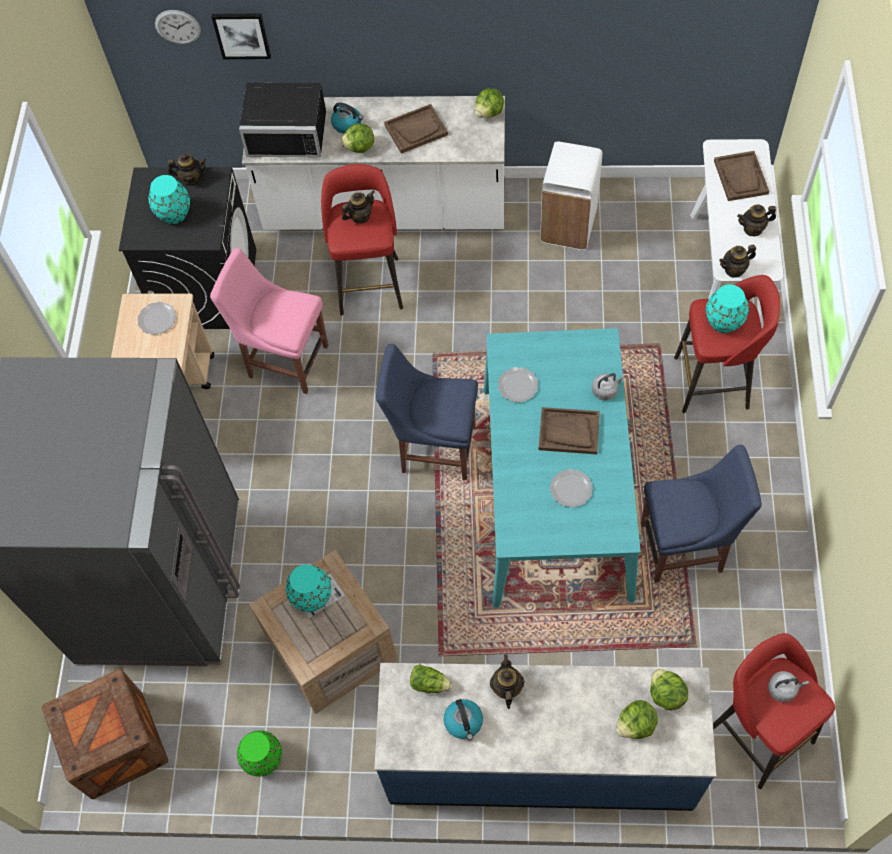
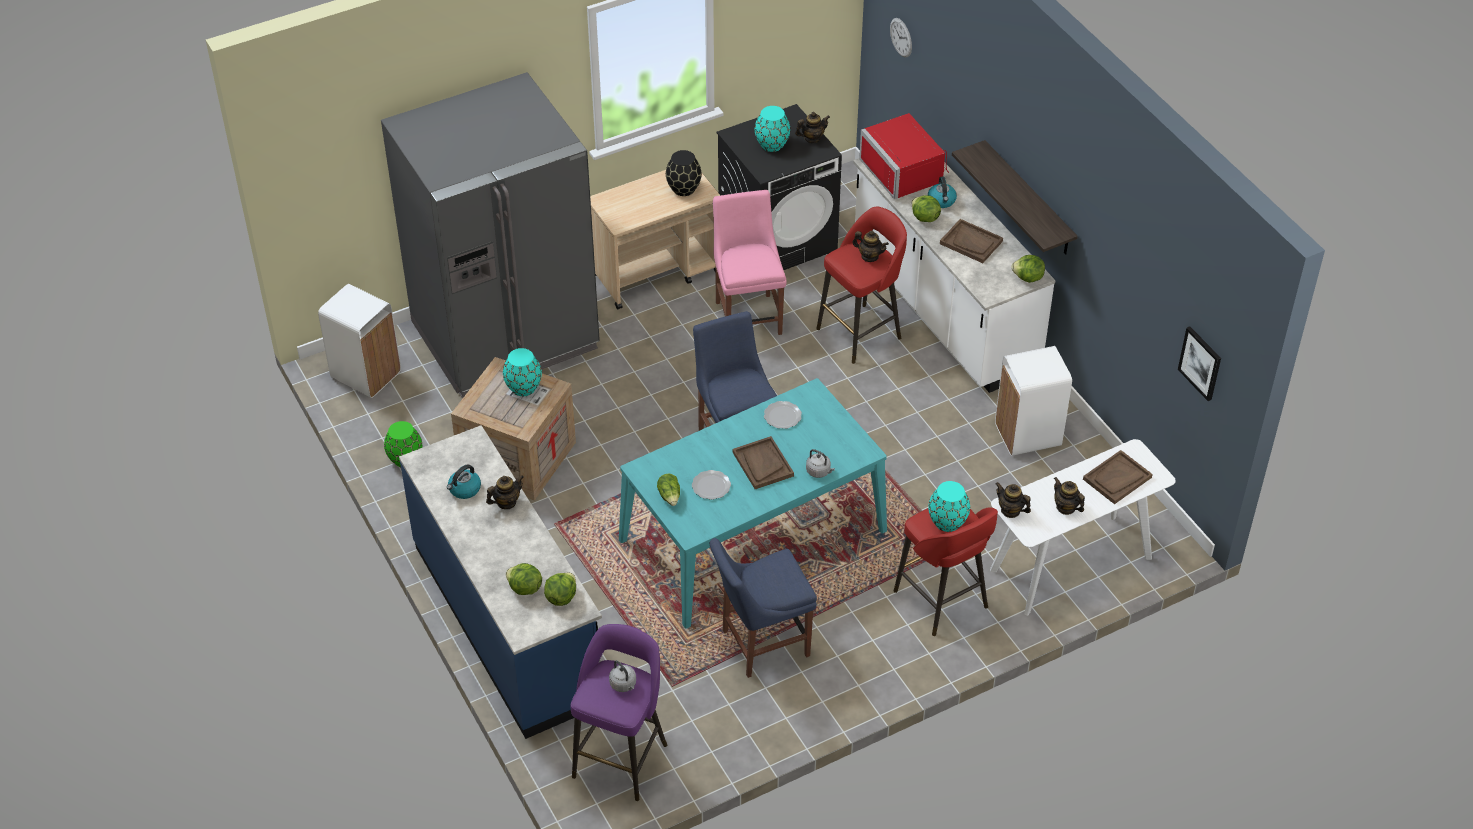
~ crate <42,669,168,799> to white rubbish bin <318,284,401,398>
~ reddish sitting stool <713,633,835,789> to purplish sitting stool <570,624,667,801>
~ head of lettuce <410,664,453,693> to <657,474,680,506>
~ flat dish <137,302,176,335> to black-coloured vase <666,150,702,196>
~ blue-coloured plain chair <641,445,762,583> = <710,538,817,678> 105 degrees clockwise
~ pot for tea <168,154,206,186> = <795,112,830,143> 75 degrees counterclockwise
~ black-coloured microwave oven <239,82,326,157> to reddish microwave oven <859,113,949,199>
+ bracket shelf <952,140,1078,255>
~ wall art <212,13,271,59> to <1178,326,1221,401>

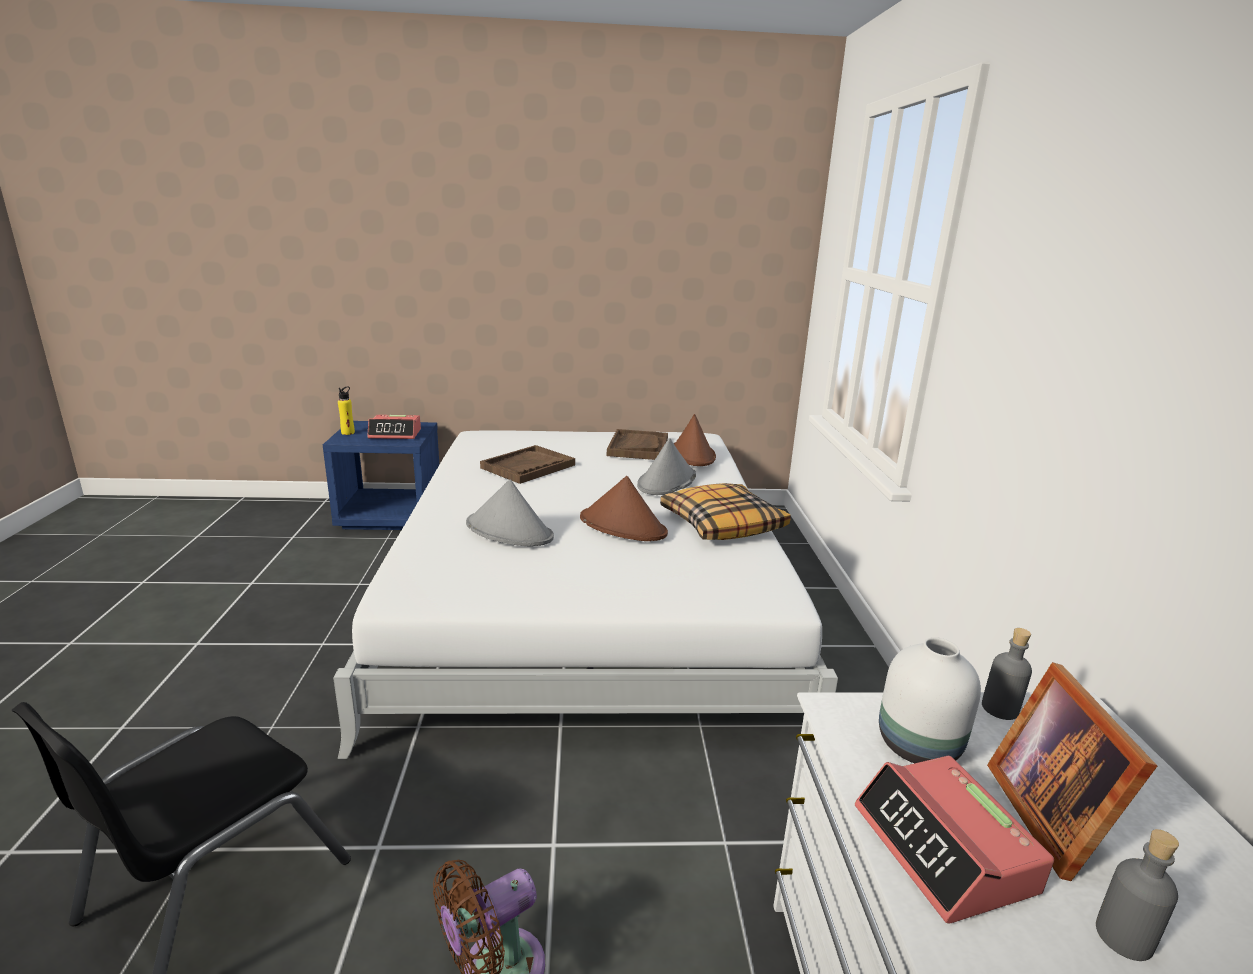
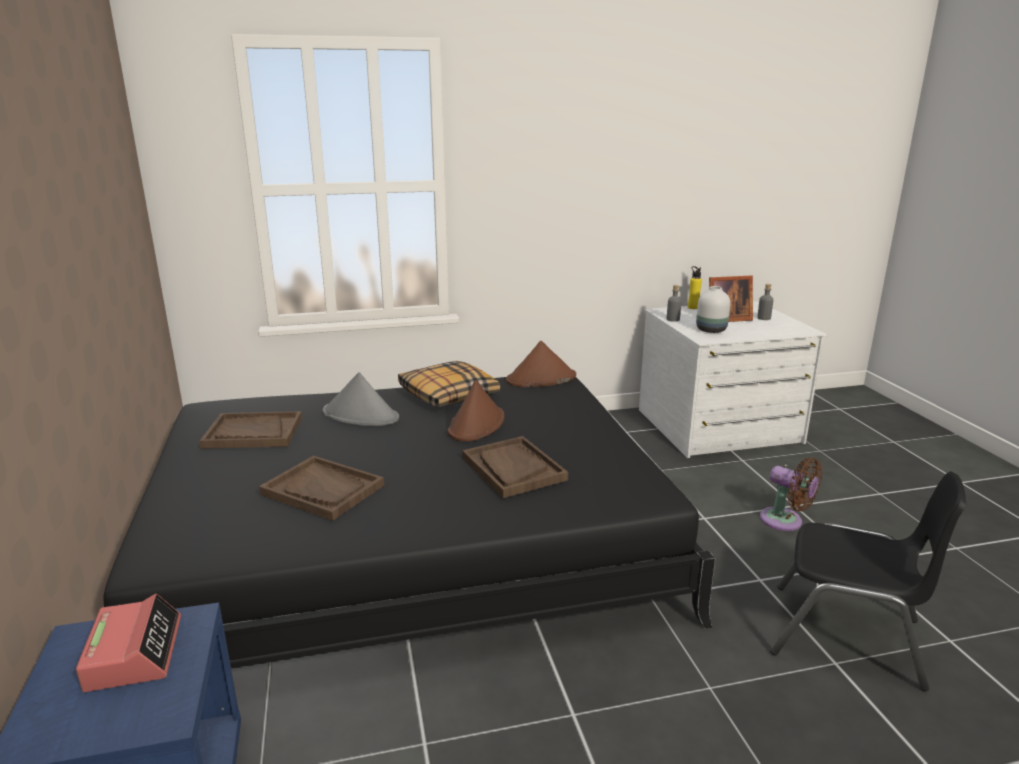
~ white bedroom bed <333,430,838,759> to black-coloured bedroom bed <103,377,715,668>
~ grey clothing hat <466,479,554,547> to brownish serving tray <462,436,568,498>
~ brownish clothing hat <674,414,716,466> to <506,341,576,387>
~ yellowish bottle <338,386,355,435> to <688,266,702,309>
- table clock <855,756,1054,924>

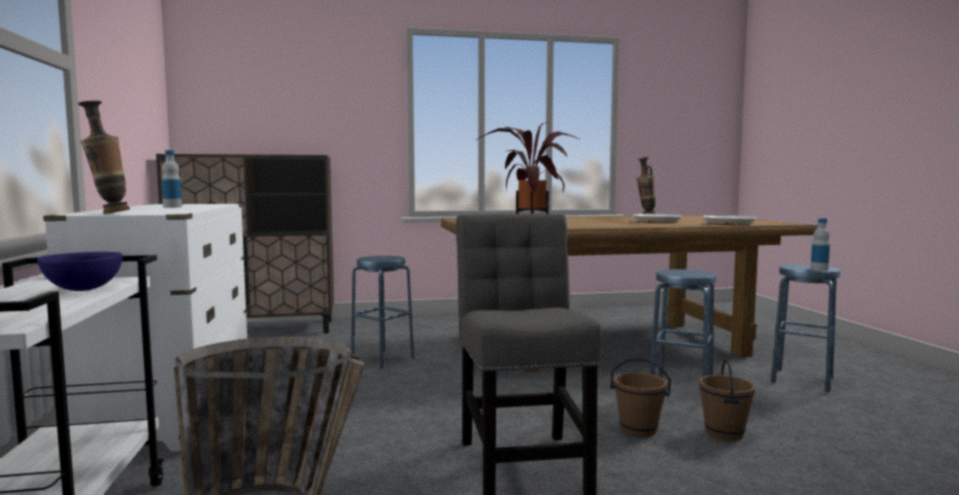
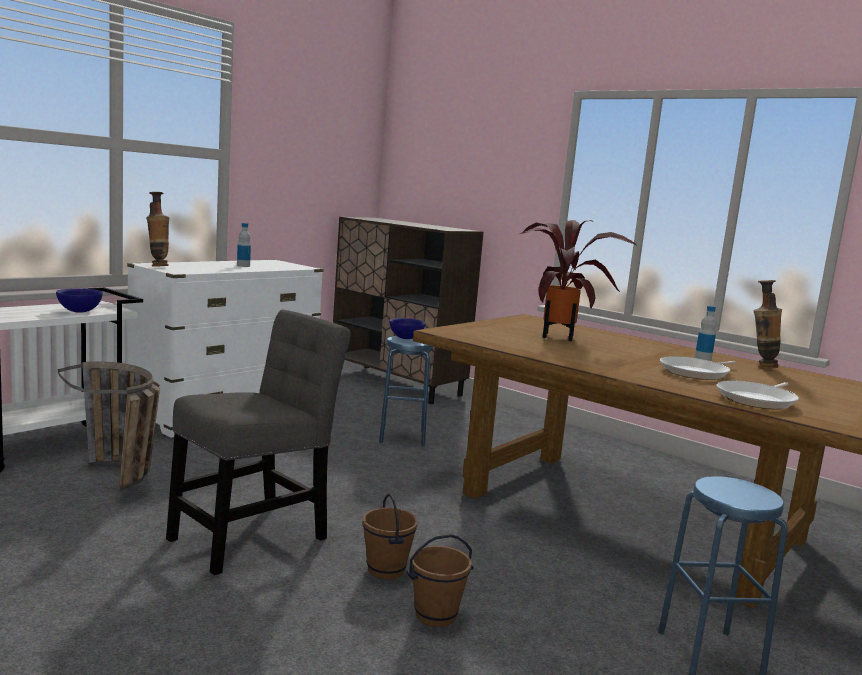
+ blue-coloured bowl <389,318,426,339>
~ bottle <811,218,830,271> to <695,306,717,361>
- blue-coloured sitting stool <650,269,716,378>

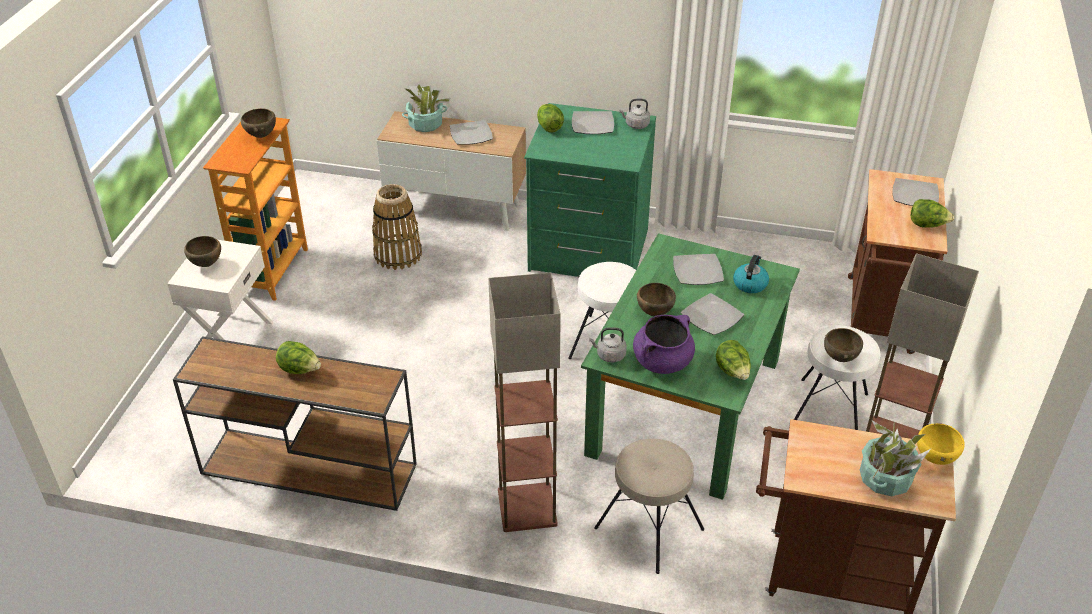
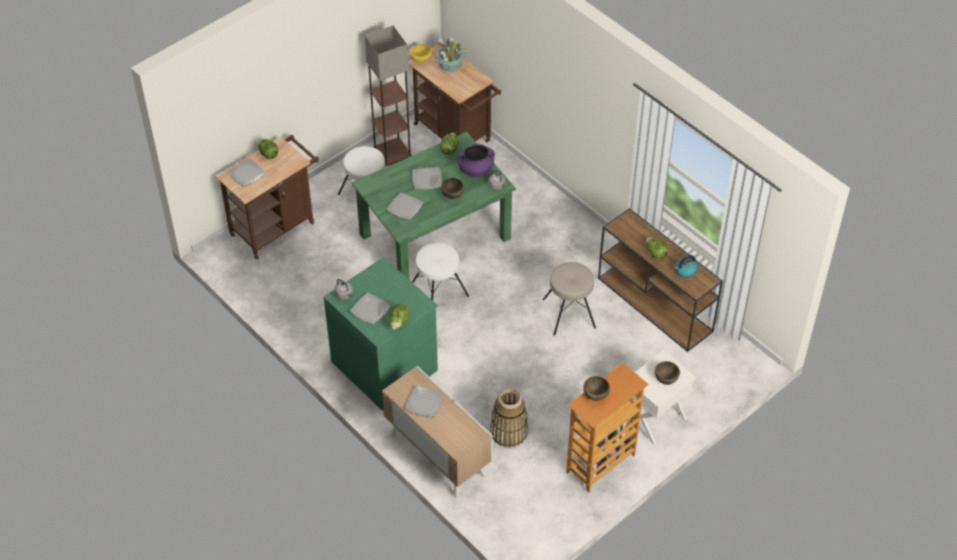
~ beige sitting stool <594,439,704,574> to <543,262,596,336>
~ tea kettle <733,255,769,293> to <675,255,698,278>
- plant in a pot <402,84,450,132>
- floor lamp <488,273,561,532>
- brownish bowl <824,328,863,362>

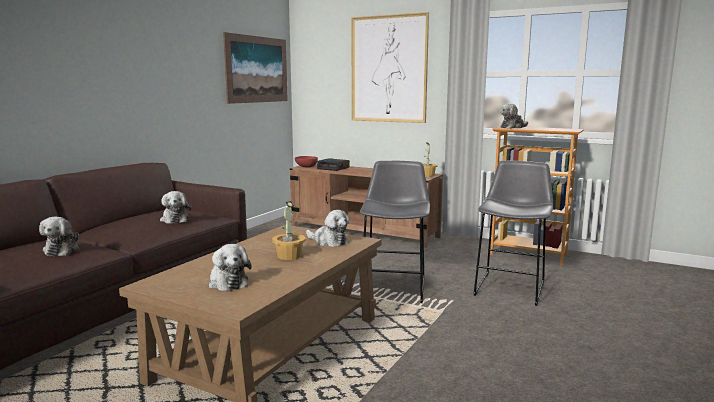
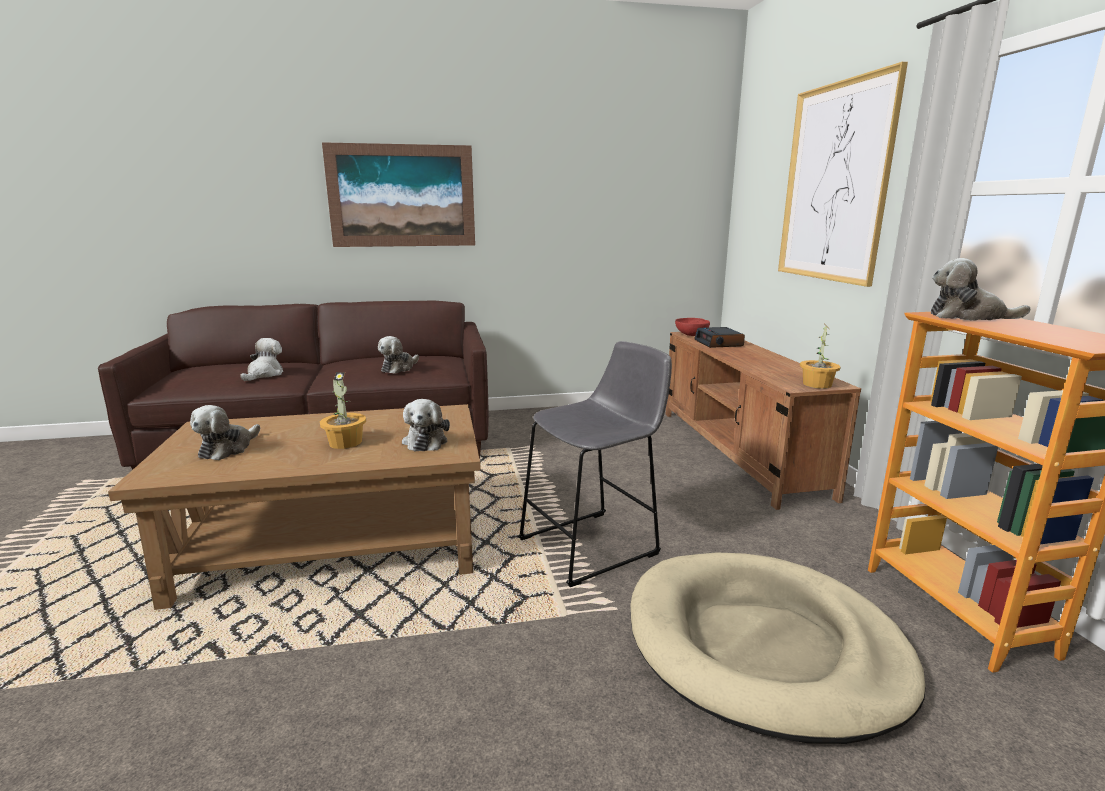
~ soft toy <39,217,79,256> = <240,338,283,381> 150 degrees clockwise
~ wall art <223,32,288,104> to <322,142,475,247>
~ grey sitting stool <474,161,553,306> to beige dog cushion <631,552,925,744>

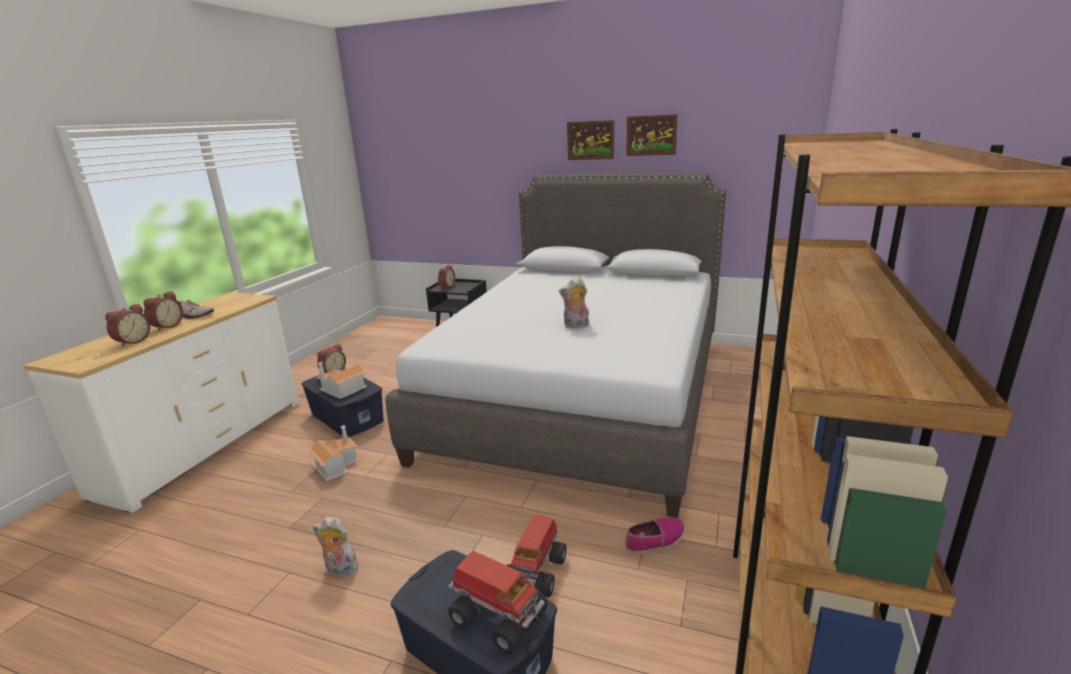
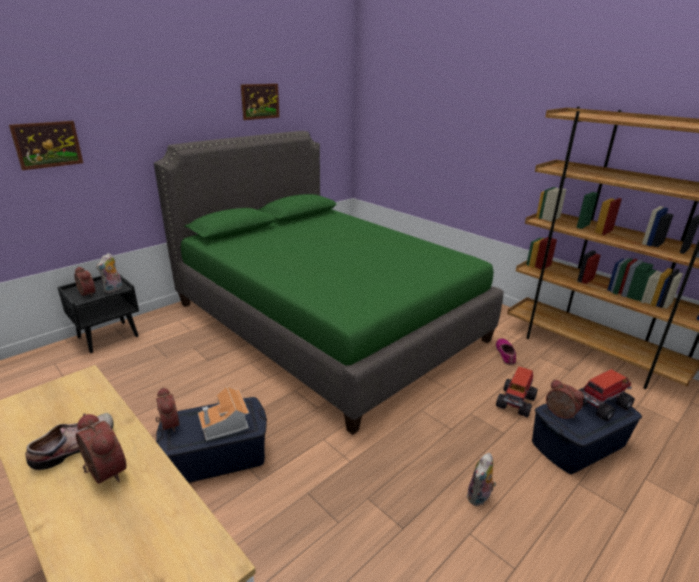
~ wall art <567,120,614,160> to <9,121,83,170>
~ soft toy <559,278,589,329> to <96,253,123,293>
~ grey bedroom bed <385,173,726,518> to green bedroom bed <154,131,503,435>
~ toy lorry <506,515,567,597> = <496,366,538,417> 75 degrees clockwise
~ table clock <105,303,150,347> to <546,379,584,419>
- miniature house <308,425,359,481>

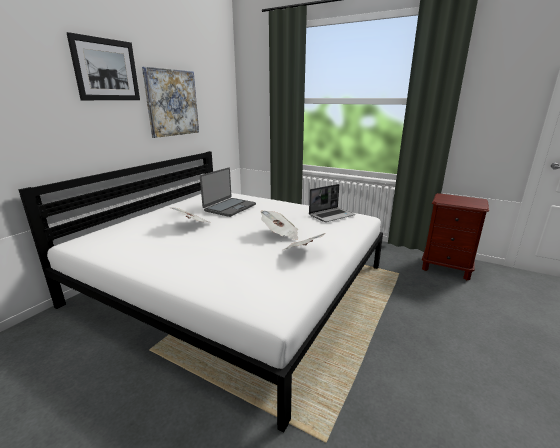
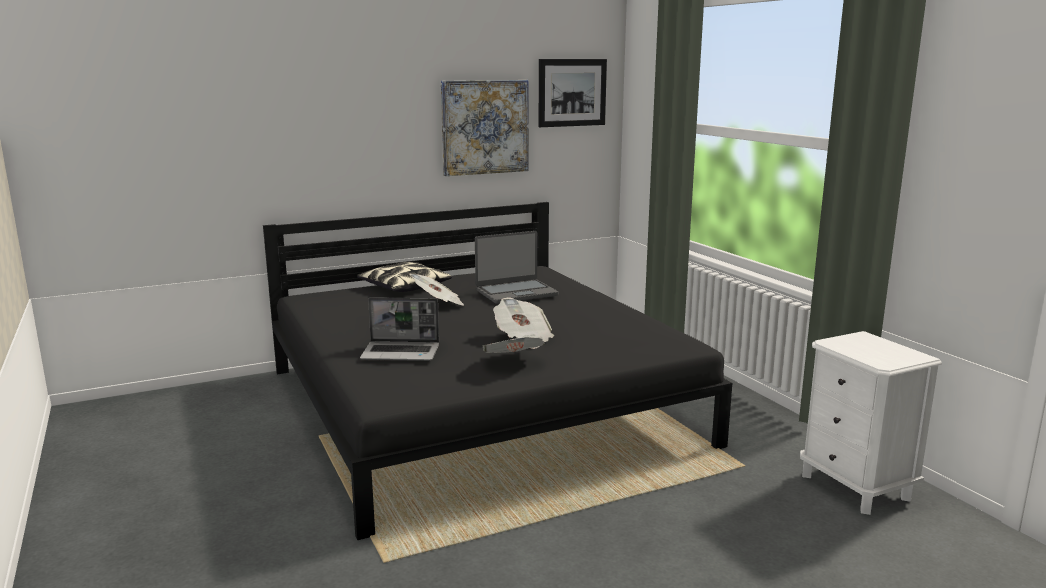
~ white bedroom bed <18,151,383,433> to black-coloured bedroom bed <263,202,732,540>
+ throw pillow <357,262,452,292>
~ laptop <309,184,355,222> to <360,297,439,361>
~ wall art <67,32,140,100> to <539,59,607,127>
~ brownish nightstand <422,193,489,280> to white nightstand <800,331,942,515>

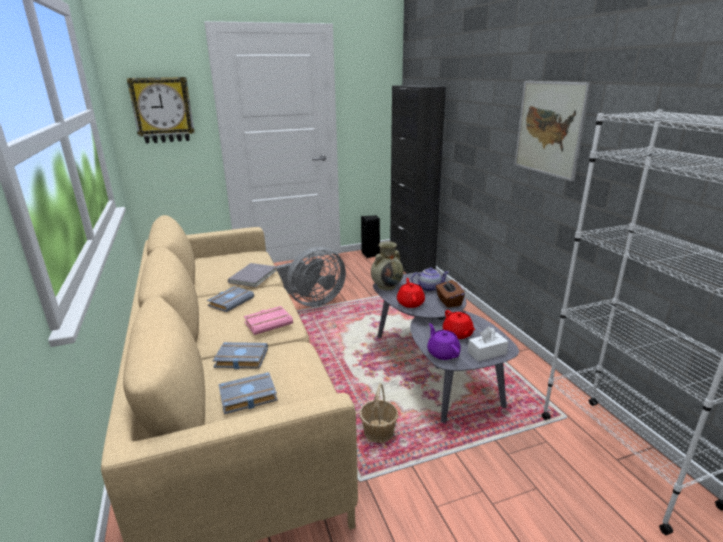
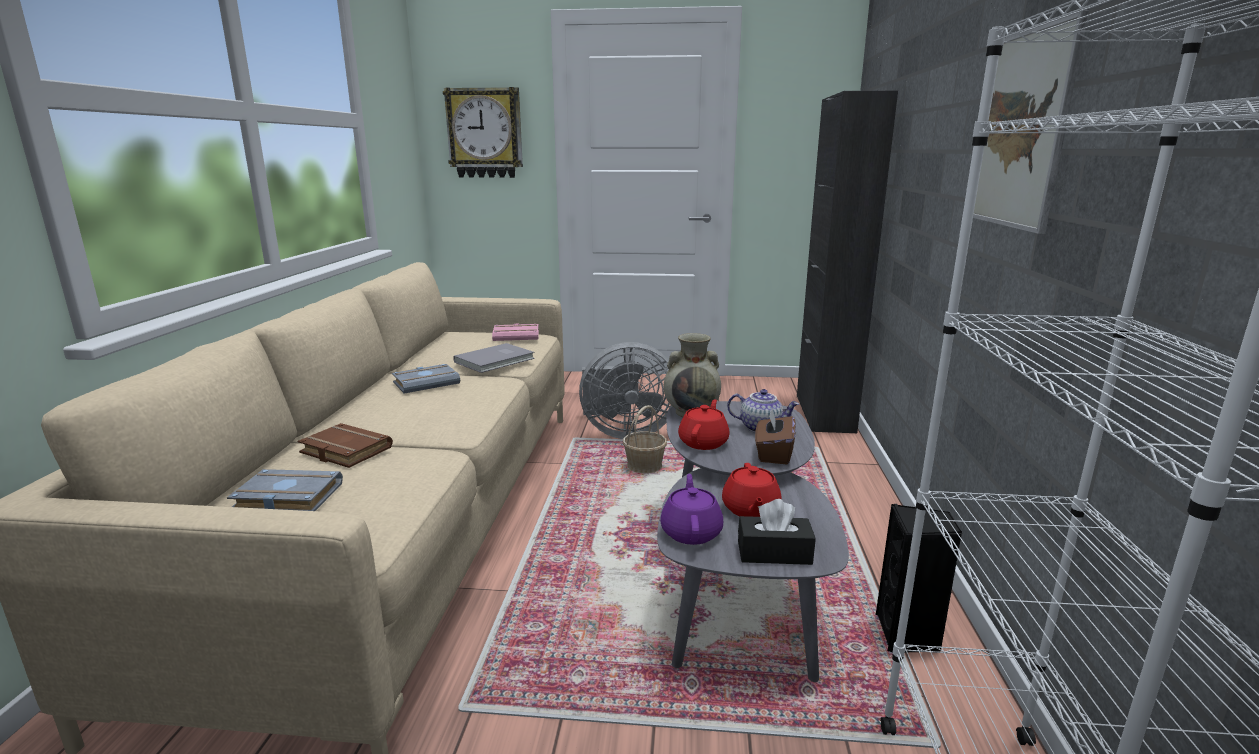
~ grey bound book <213,342,268,369> to brownish bound book <298,423,393,468>
~ pink bound book <244,306,293,335> to <492,324,539,341>
~ household basket <360,383,399,443> to <623,405,667,473>
~ white tissue box <468,327,508,361> to black-coloured tissue box <738,499,816,565>
~ black-coloured loudspeaker <361,215,380,258> to <876,504,963,652>

